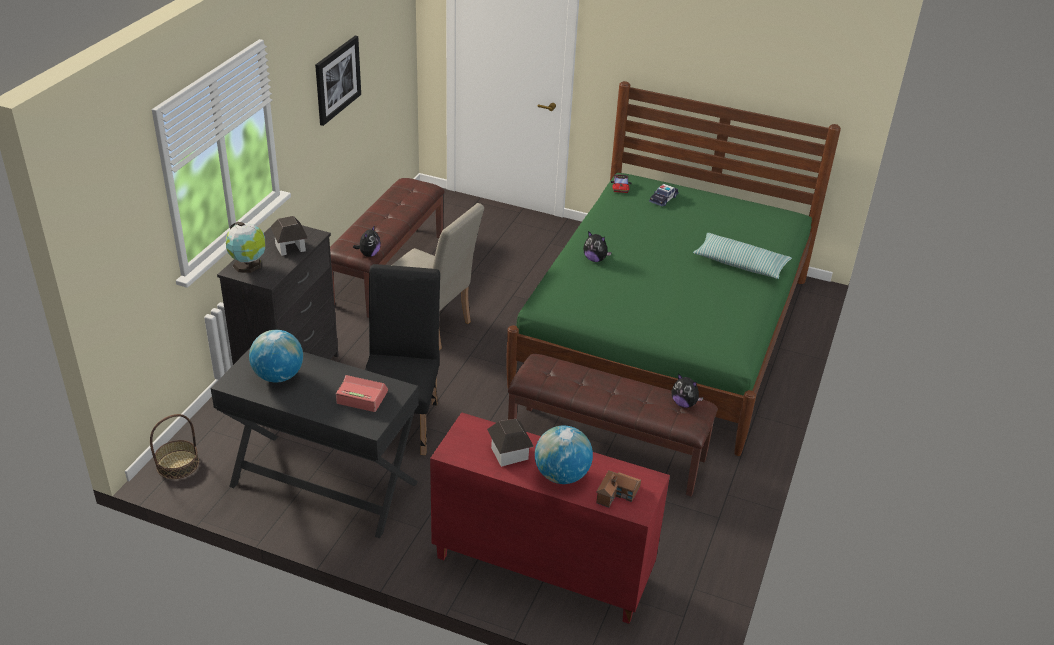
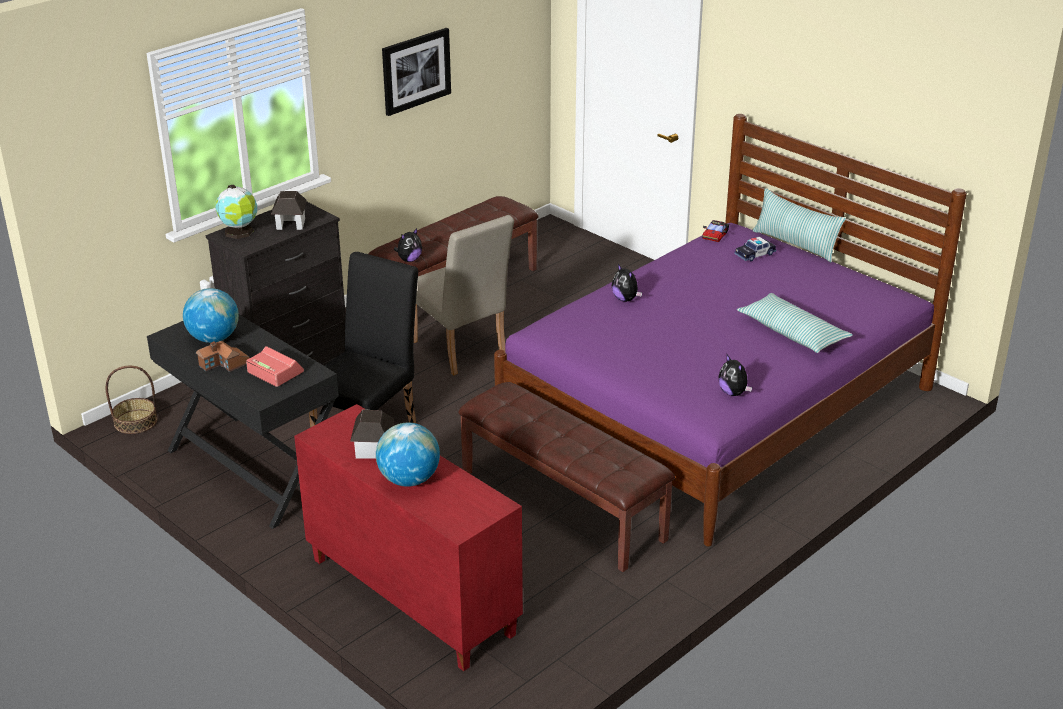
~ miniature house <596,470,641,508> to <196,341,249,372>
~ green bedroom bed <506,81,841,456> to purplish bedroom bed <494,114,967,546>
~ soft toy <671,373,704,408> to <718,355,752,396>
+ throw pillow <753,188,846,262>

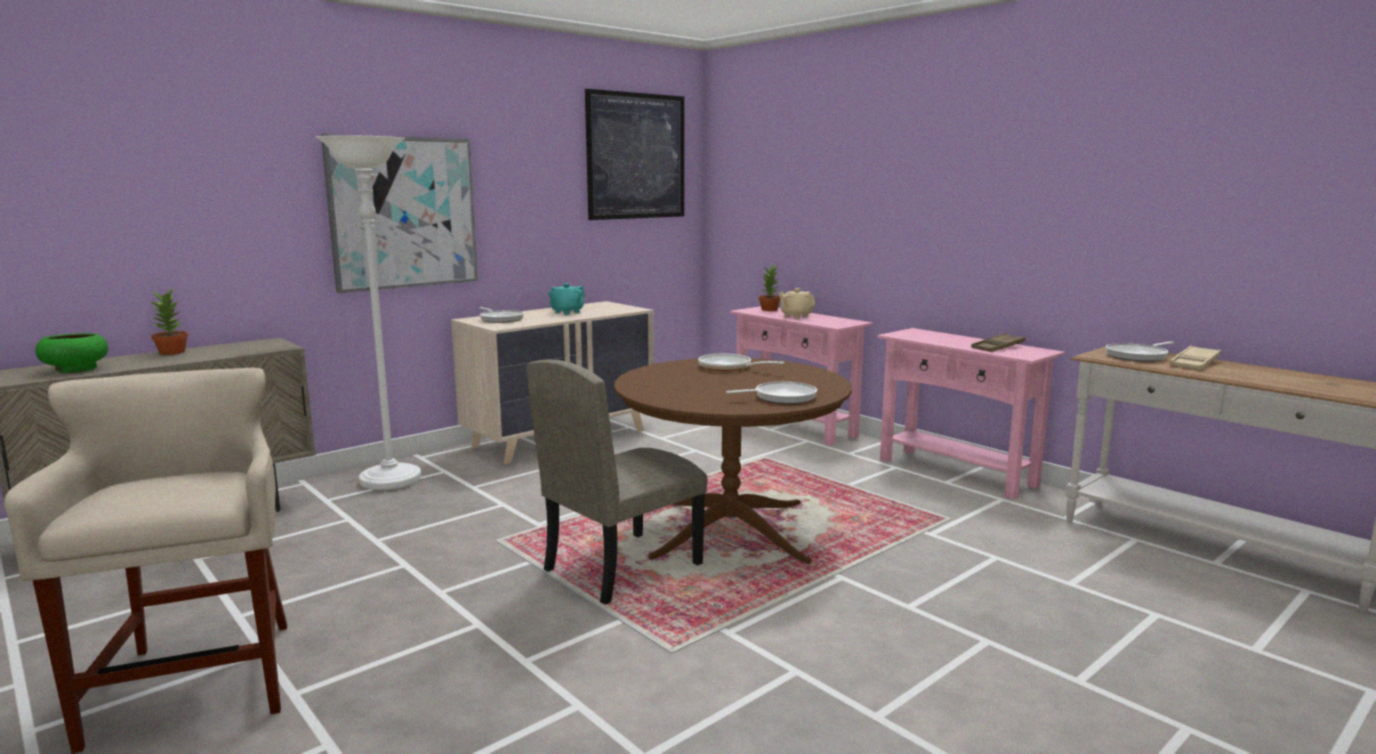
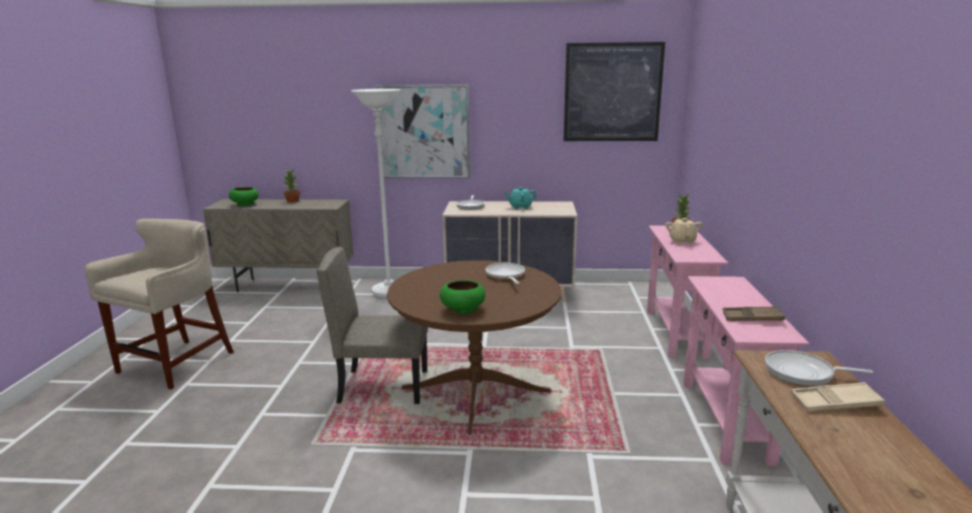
~ frying pan <726,382,817,404> to green bowl <440,280,485,315>

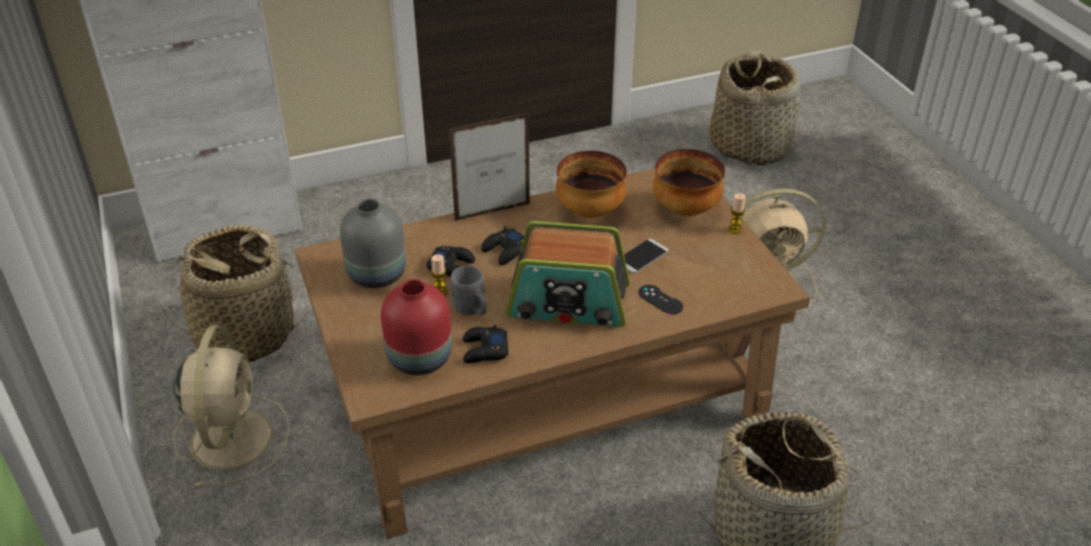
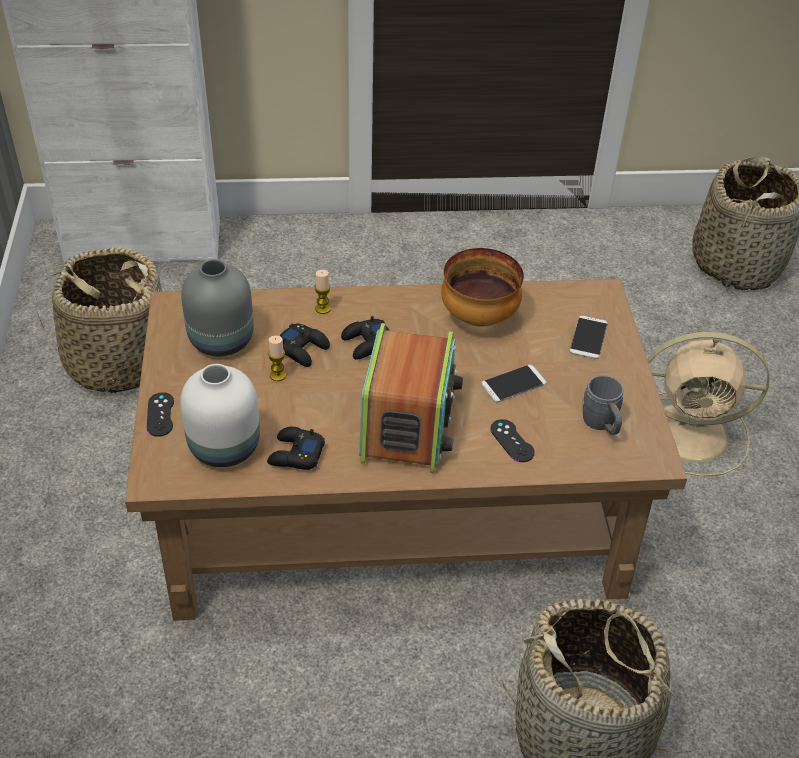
+ black-coloured game controller <147,392,174,437>
~ reddish vase <381,279,452,375> to white vase <180,364,260,467>
~ wax candle <728,193,746,234> to <314,270,331,314>
~ radio <505,221,630,327> = <359,323,463,473> 105 degrees counterclockwise
~ bowl <653,149,725,216> to phone <570,315,608,359>
~ grey coffee mug <449,266,487,315> to <582,375,624,435>
- beige fan <173,325,290,488>
- photo frame <449,113,530,221>

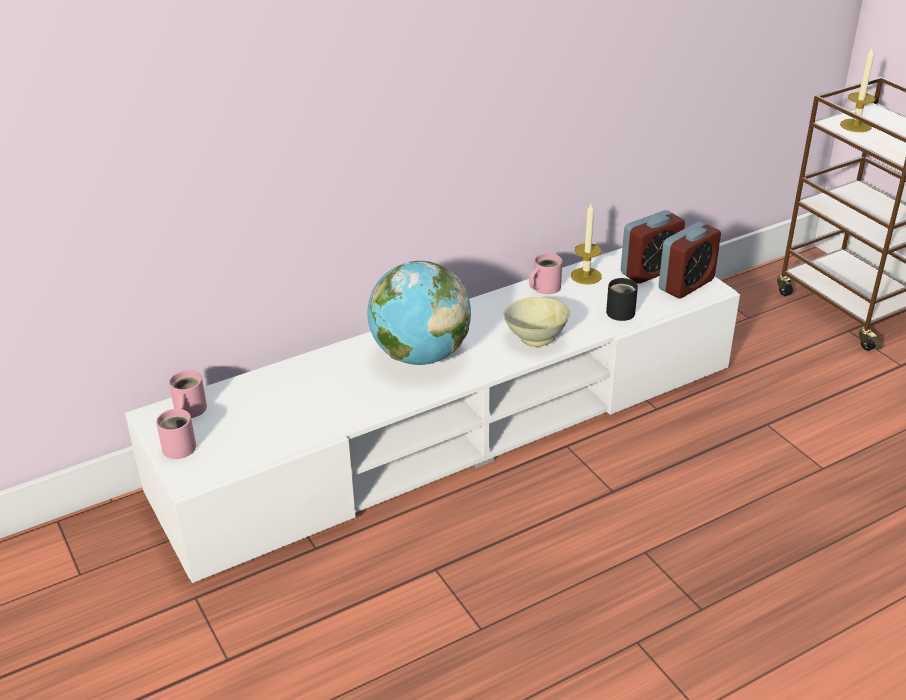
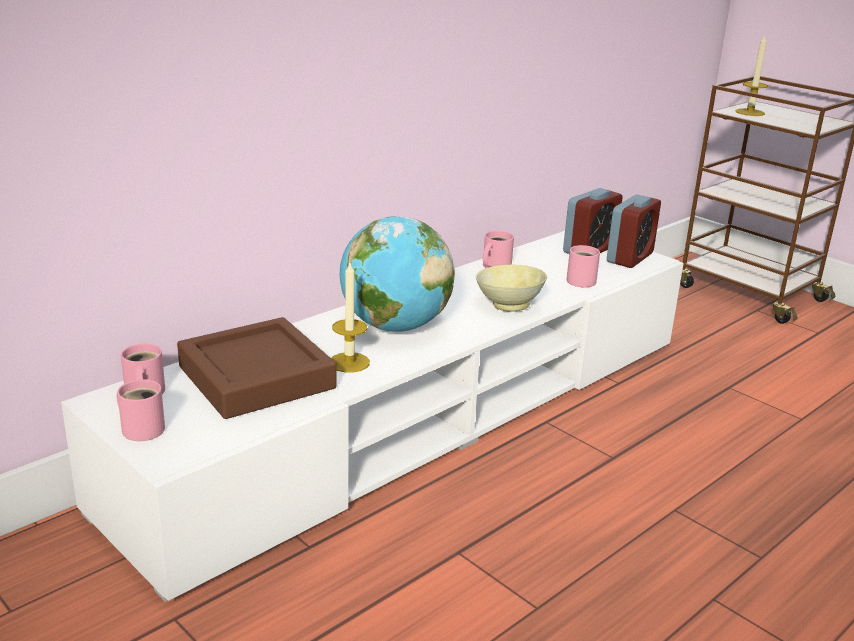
+ brownish serving tray <177,317,337,419>
~ wax candle <571,204,602,285> to <331,263,370,373>
~ black-coloured coffee mug <606,278,638,321> to pink coffee mug <566,245,600,288>

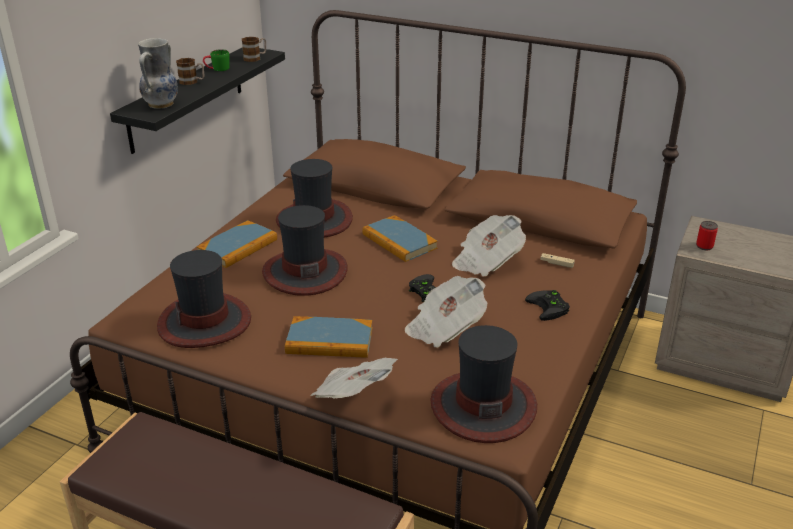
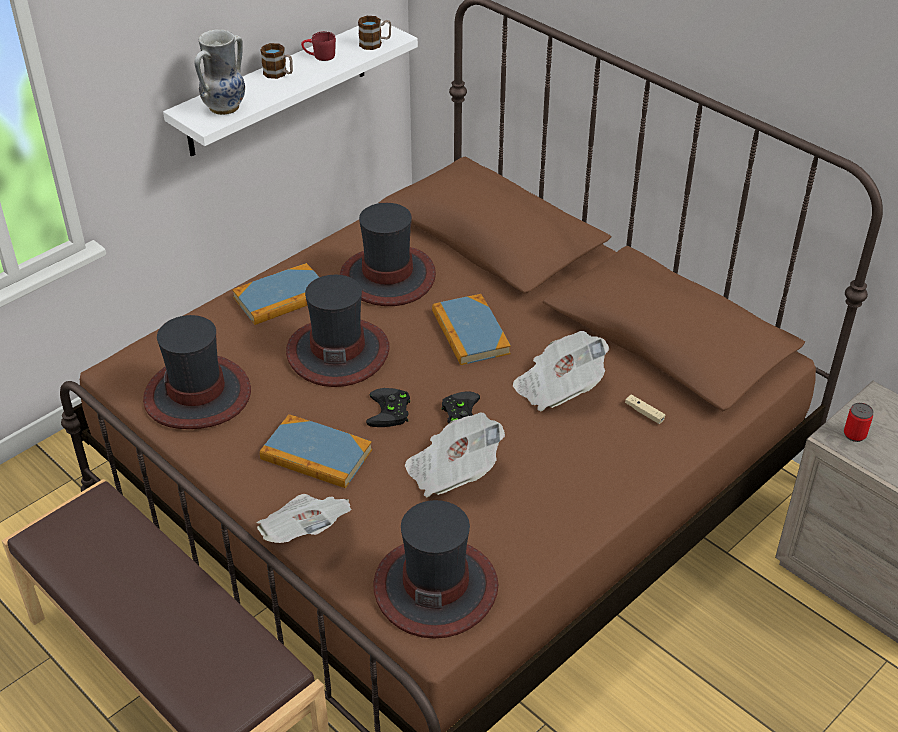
~ black-coloured bracket shelf <110,48,285,154> to white bracket shelf <163,20,418,157>
~ green coffee mug <203,49,229,71> to reddish coffee mug <301,31,336,61>
~ black-coloured game controller <525,290,570,321> to <366,388,410,427>

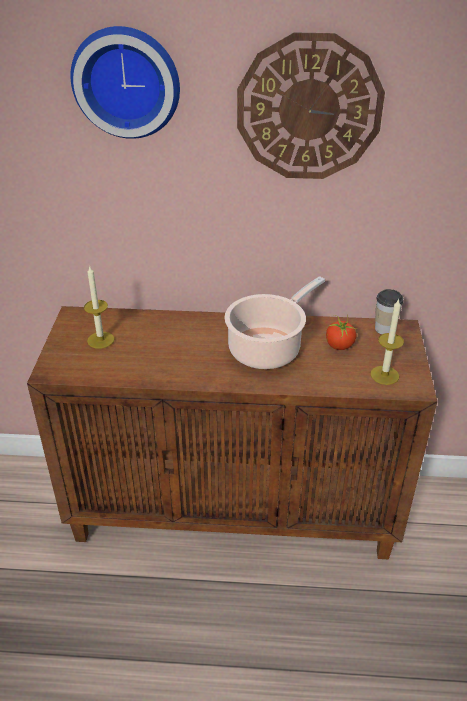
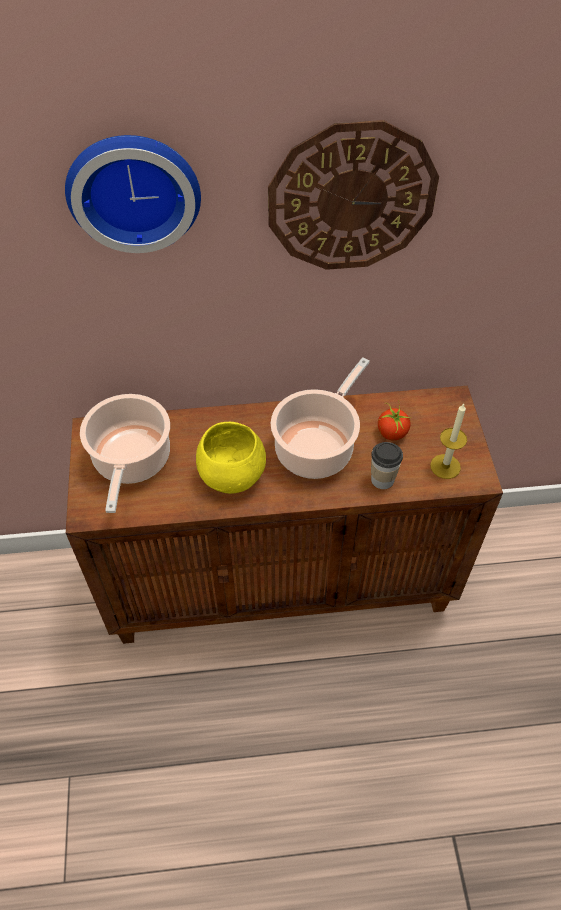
~ wax candle <84,265,114,349> to cooking pot <80,394,170,513>
+ yellowish bowl <196,422,266,494>
~ small cup <375,289,404,334> to <371,442,403,489>

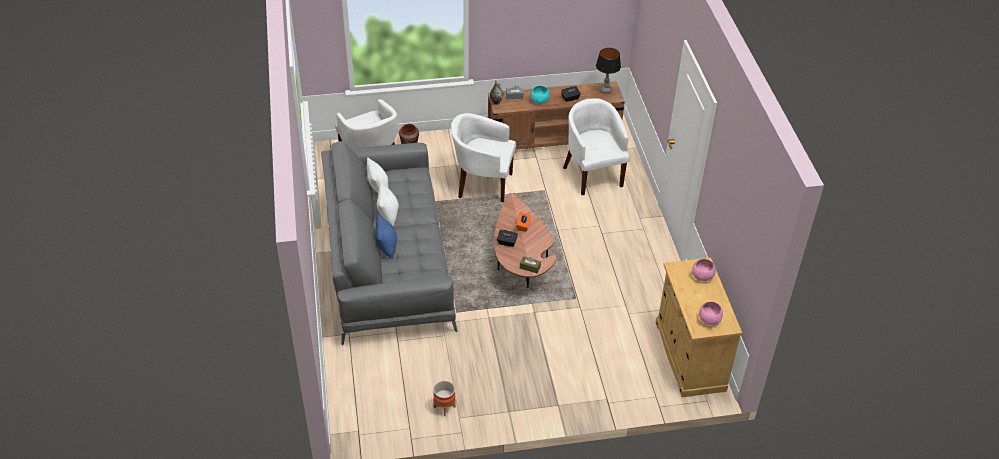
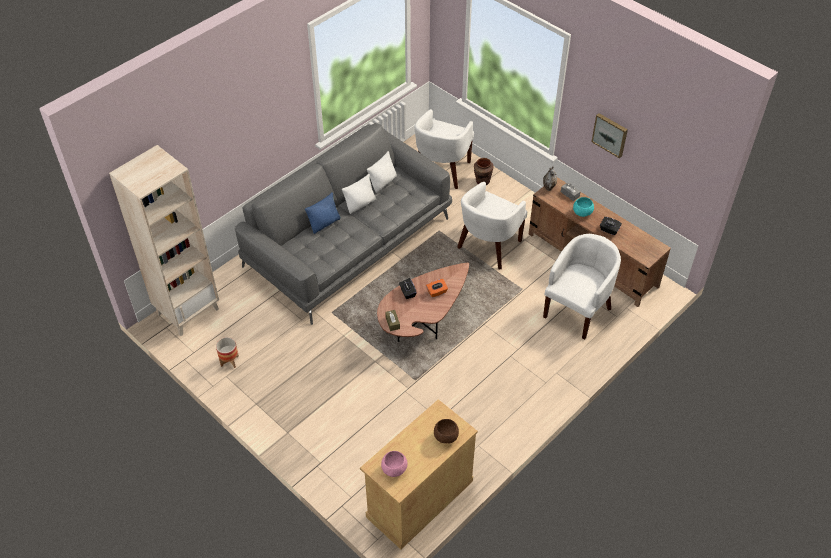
+ beige shelving unit <109,145,219,336>
~ pink bowl <692,259,716,281> to brownish bowl <434,419,459,444>
~ white armchair <451,113,516,202> = <457,182,527,269> 120 degrees counterclockwise
+ wall art <591,113,628,158>
- table lamp <596,48,621,94>

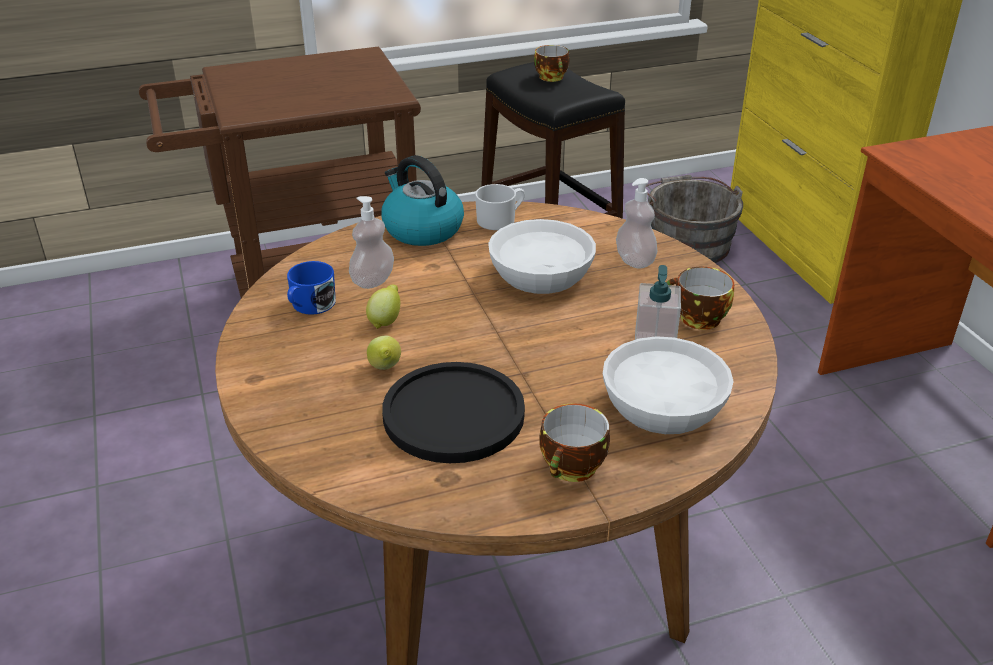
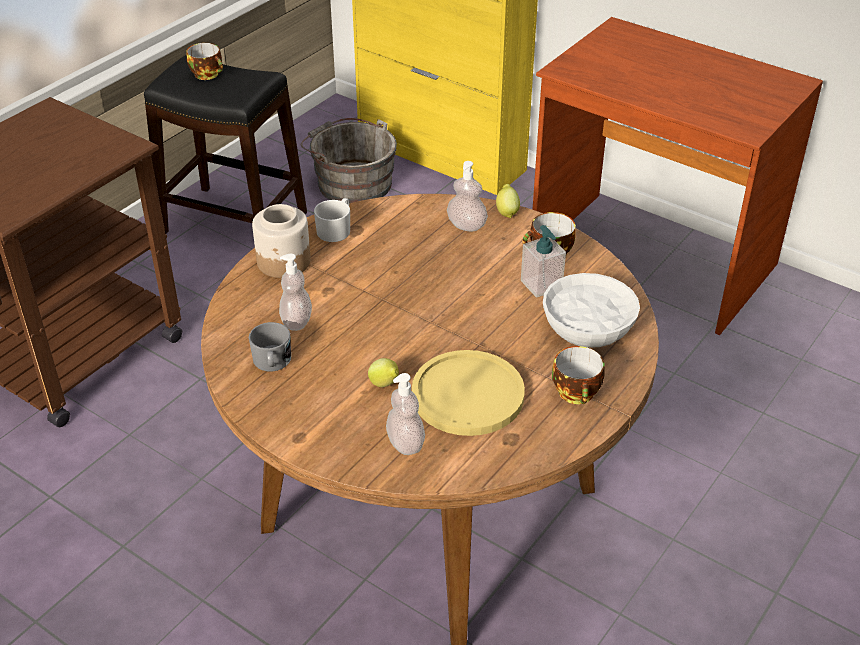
~ blue-coloured coffee mug <287,261,336,315> to grey coffee mug <249,322,291,371>
~ tea kettle <381,155,464,246> to storage jar <252,204,311,278>
+ soap bottle <386,373,425,455>
~ black-coloured flat dish <382,362,525,463> to yellowish flat dish <412,350,525,436>
~ whole lemon <366,285,400,329> to <496,184,520,218>
- white bowl <488,219,596,294>

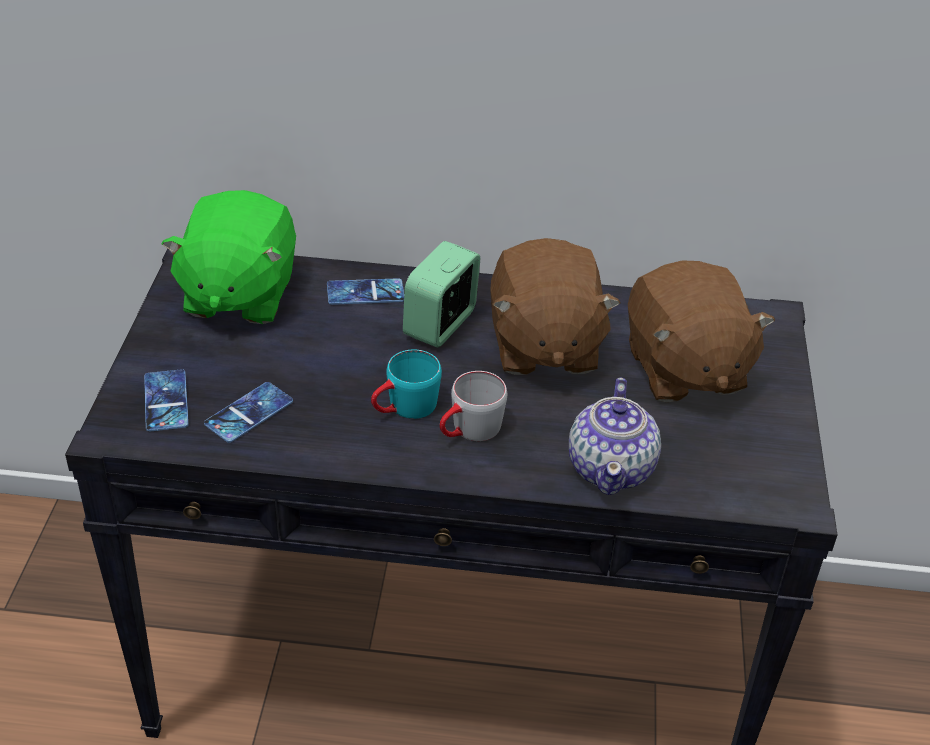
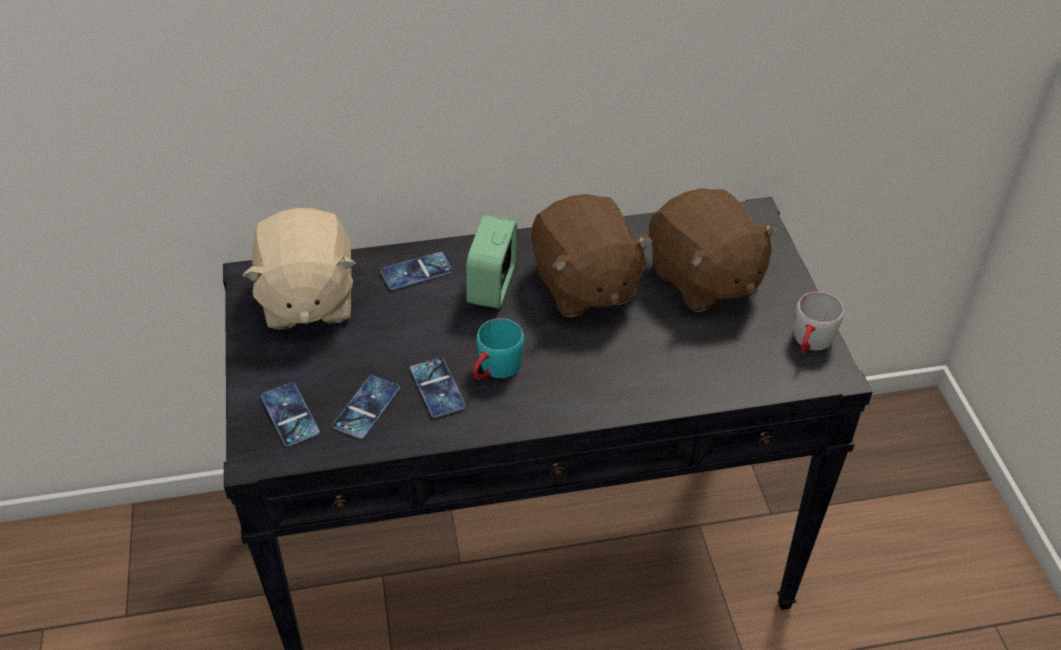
~ green soft toy <161,190,296,324> to beige soft toy <242,208,355,330>
+ phone <410,357,466,418>
~ grey coffee mug <440,371,507,441> to <794,292,844,352>
- pot for tea <569,377,661,495>

